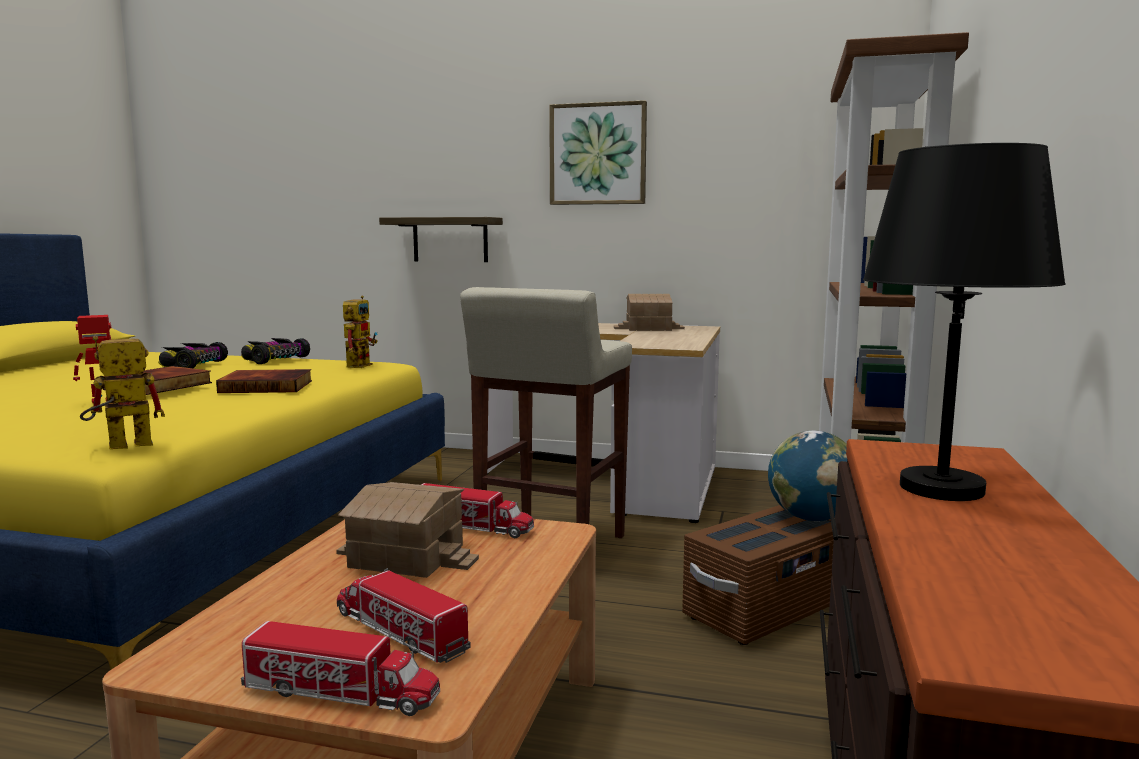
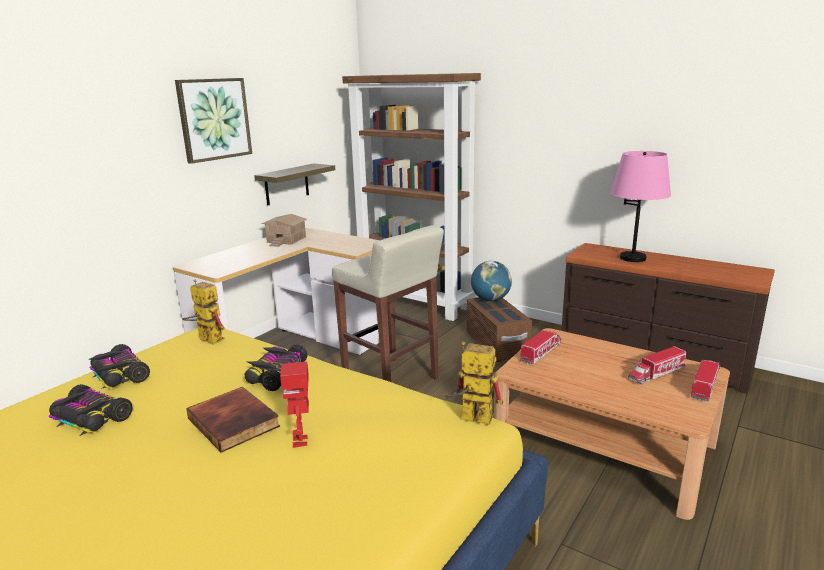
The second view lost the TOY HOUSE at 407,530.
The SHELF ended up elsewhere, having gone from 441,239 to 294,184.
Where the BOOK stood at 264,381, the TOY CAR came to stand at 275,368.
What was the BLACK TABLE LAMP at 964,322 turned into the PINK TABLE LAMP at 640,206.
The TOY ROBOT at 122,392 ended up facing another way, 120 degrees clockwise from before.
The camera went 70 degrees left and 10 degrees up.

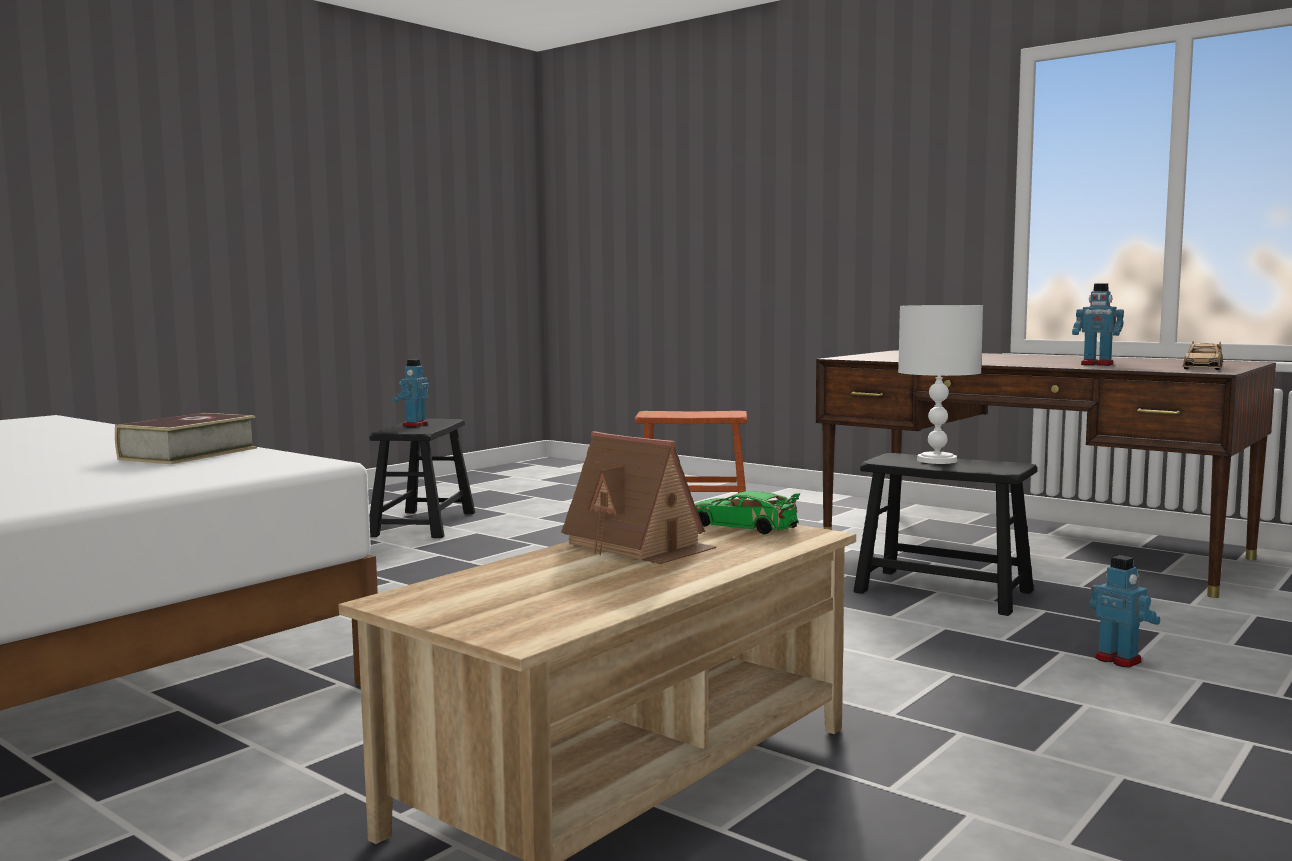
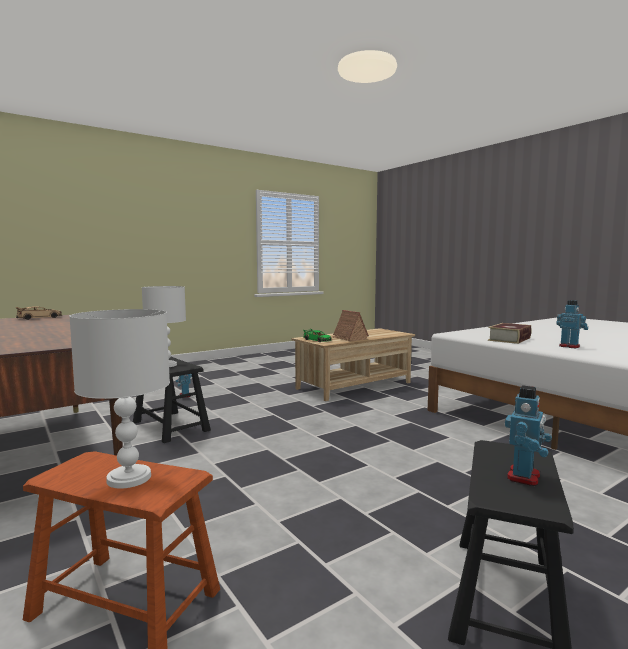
The second view gained the WHITE TABLE LAMP at 119,399.
The TOY ROBOT ended up elsewhere, having gone from 1098,324 to 572,324.
The camera went 165 degrees left and 0 degrees up.

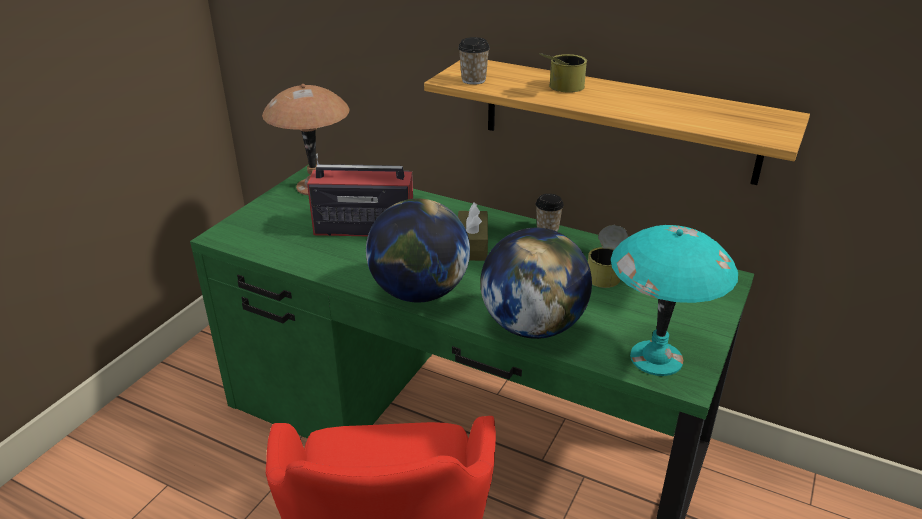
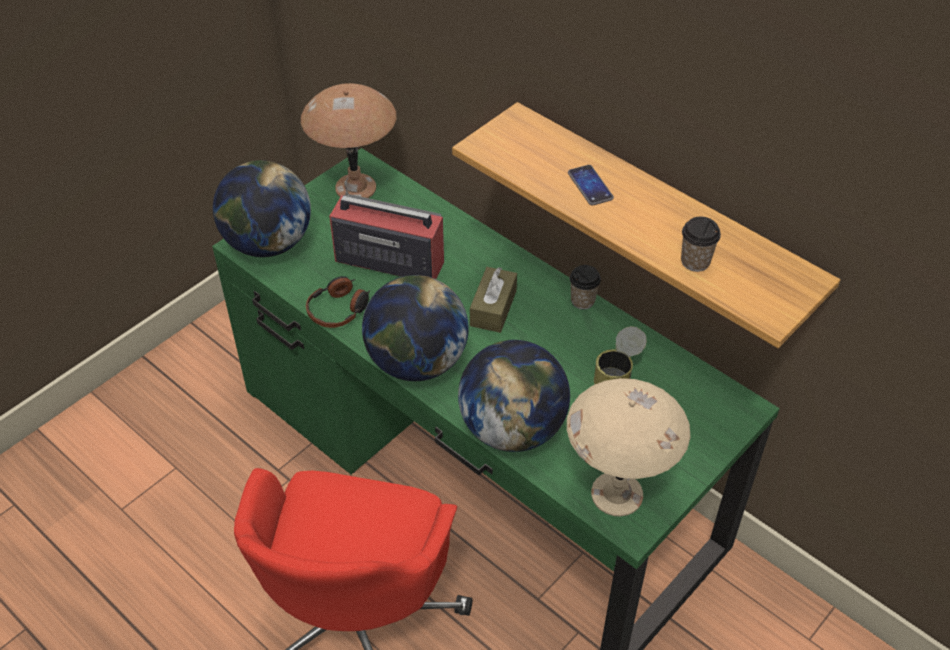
The second view gained the GLOBE at 262,208.
The second view gained the HEADPHONES at 338,302.
The CUP ended up elsewhere, having gone from 474,61 to 701,244.
Where the CAN stood at 563,73, the PHONE came to stand at 591,185.
What was the TURQUOISE TABLE LAMP at 674,300 turned into the BEIGE TABLE LAMP at 629,447.
The camera went 15 degrees right and 15 degrees up.

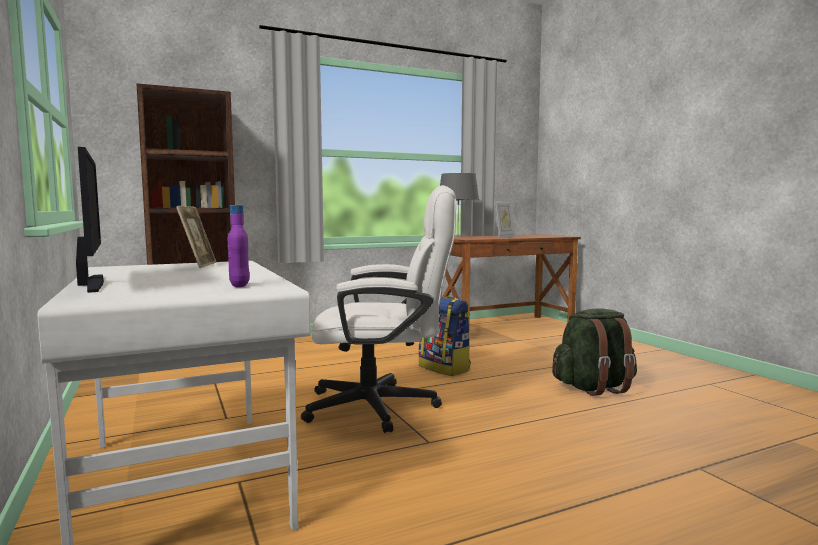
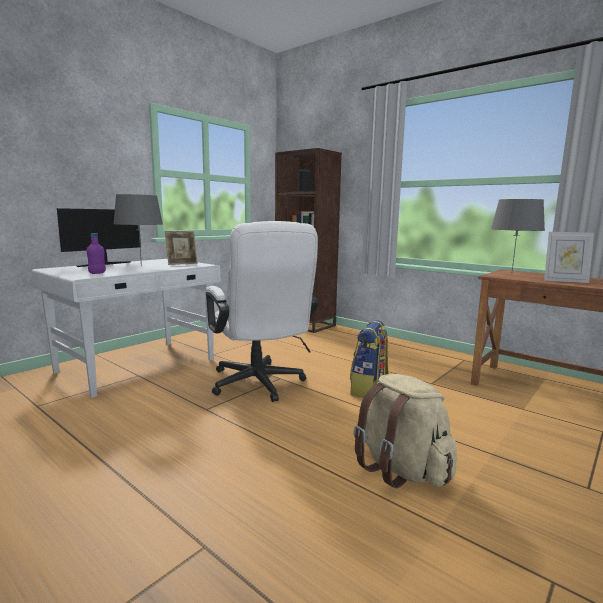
The second view gained the GREY TABLE LAMP at 138,230.
What was the GREEN BACKPACK at 594,352 turned into the BEIGE BACKPACK at 405,431.
The camera went 65 degrees right and 5 degrees up.

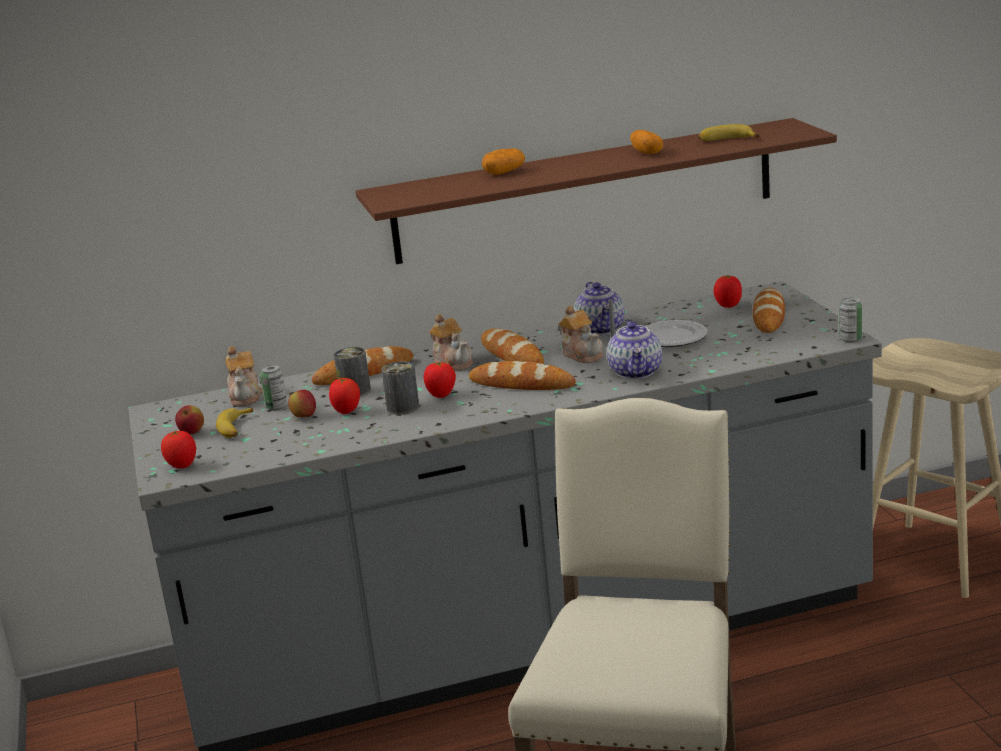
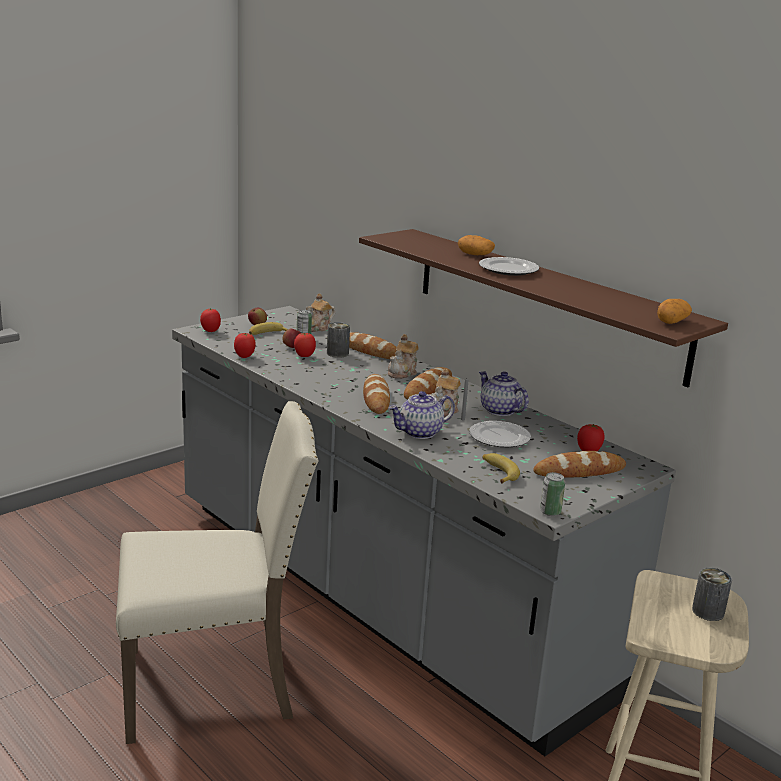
The second view gained the PLATE at 509,266.
The CAN ended up elsewhere, having gone from 400,388 to 712,594.
The TOMATO ended up elsewhere, having gone from 440,380 to 245,345.
The POTATO ended up elsewhere, having gone from 646,142 to 674,311.
The BANANA ended up elsewhere, having gone from 729,132 to 501,468.
The TEAPOT at 599,308 ended up facing another way, 90 degrees clockwise from before.
The camera went 60 degrees right and 0 degrees up.

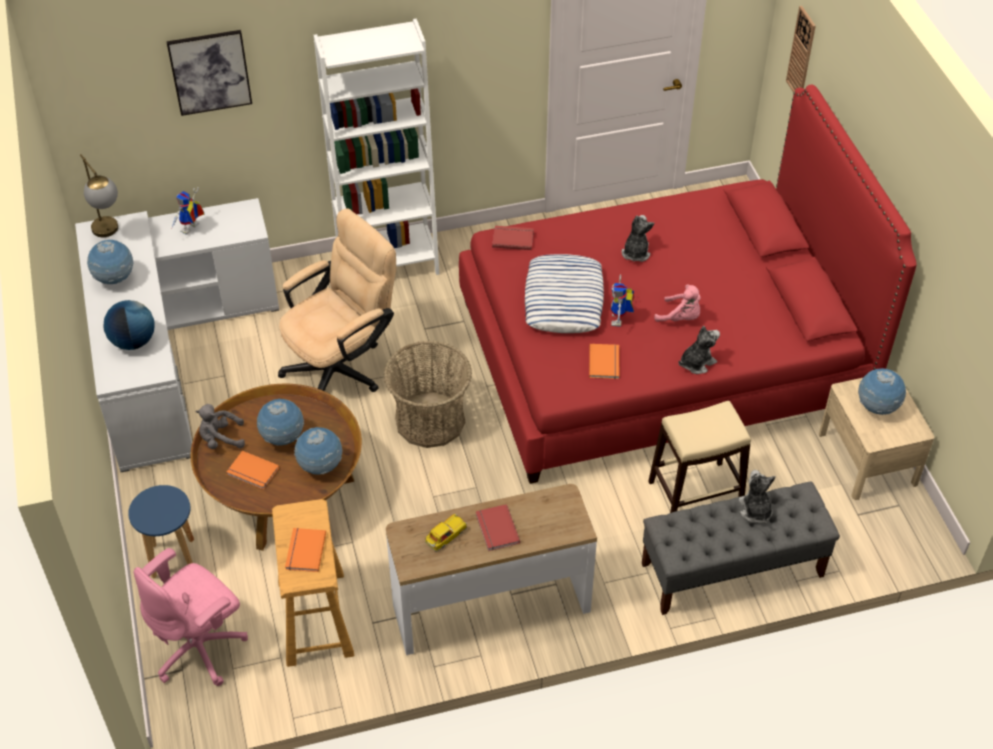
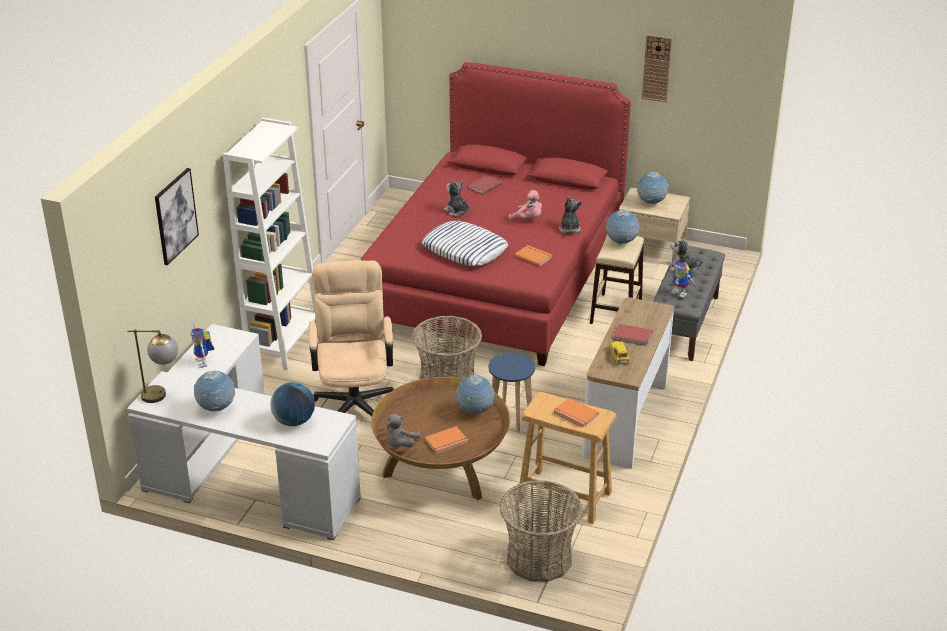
The BLUE STOOL ended up elsewhere, having gone from 161,532 to 512,392.
The GLOBE ended up elsewhere, having gone from 280,422 to 622,226.
The RED BOOK ended up elsewhere, having gone from 513,238 to 485,184.
The TOY ROBOT ended up elsewhere, having gone from 622,300 to 682,279.
The WALL CLOCK ended up elsewhere, having gone from 801,49 to 657,68.
Where the PINK OFFICE CHAIR stood at 191,617, the BASKET came to stand at 541,531.
The PINK PLUSH TOY at 677,303 ended up facing another way, 60 degrees clockwise from before.
The camera went 55 degrees left and 15 degrees down.

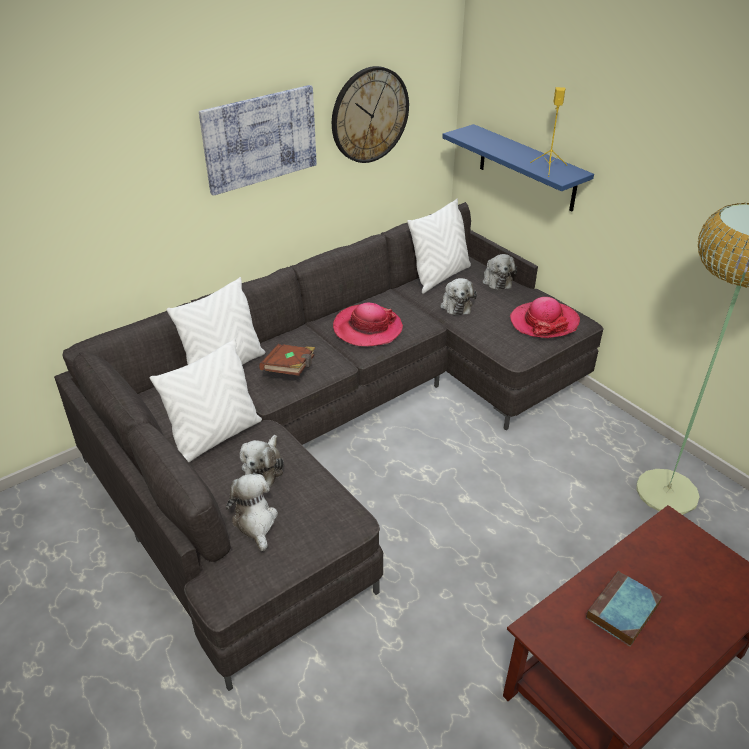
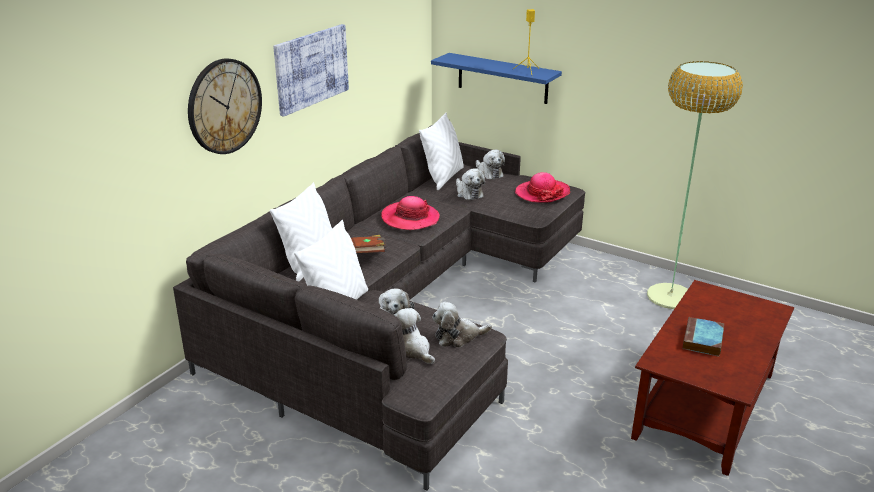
The second view gained the PLUSH TOY at 462,324.
The WALL CLOCK ended up elsewhere, having gone from 370,114 to 225,106.
The camera went 20 degrees left and 10 degrees down.

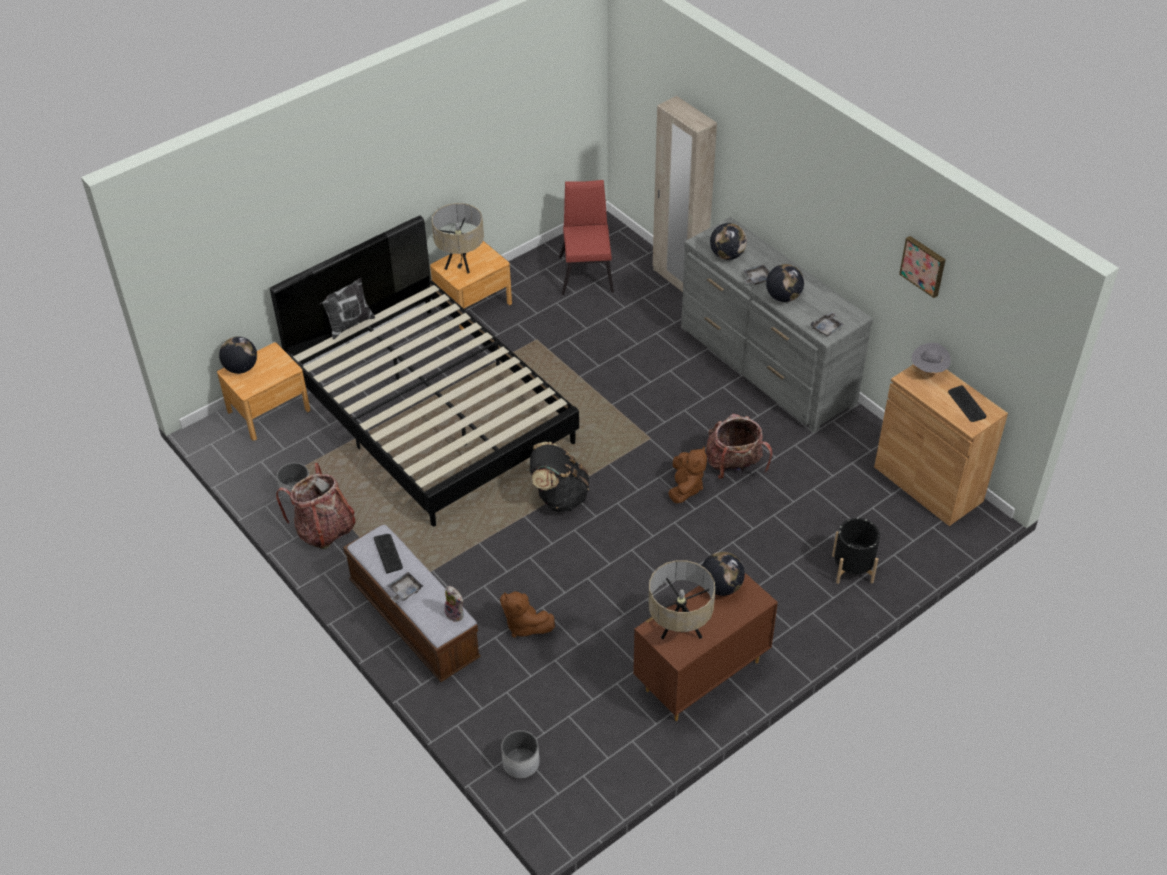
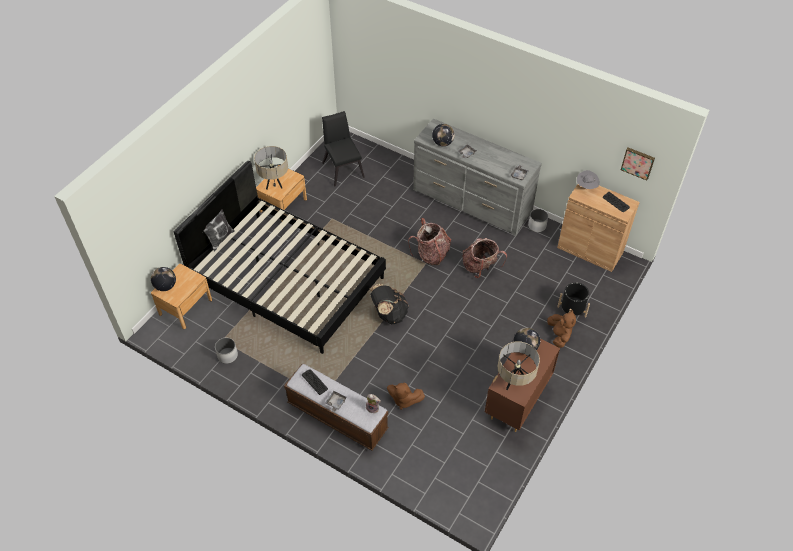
The second view lost the BEIGE WARDROBE at 685,194.
The second view lost the GLOBE at 785,283.
The BACKPACK ended up elsewhere, having gone from 315,506 to 429,241.
The WHITE PLANTER ended up elsewhere, having gone from 520,754 to 538,220.
The BROWN PLUSH TOY ended up elsewhere, having gone from 687,475 to 561,329.
The PICTURE ended up elsewhere, having gone from 922,267 to 638,164.
What was the RED CHAIR at 586,237 turned into the BLACK CHAIR at 343,149.
The camera went 20 degrees left and 5 degrees up.

